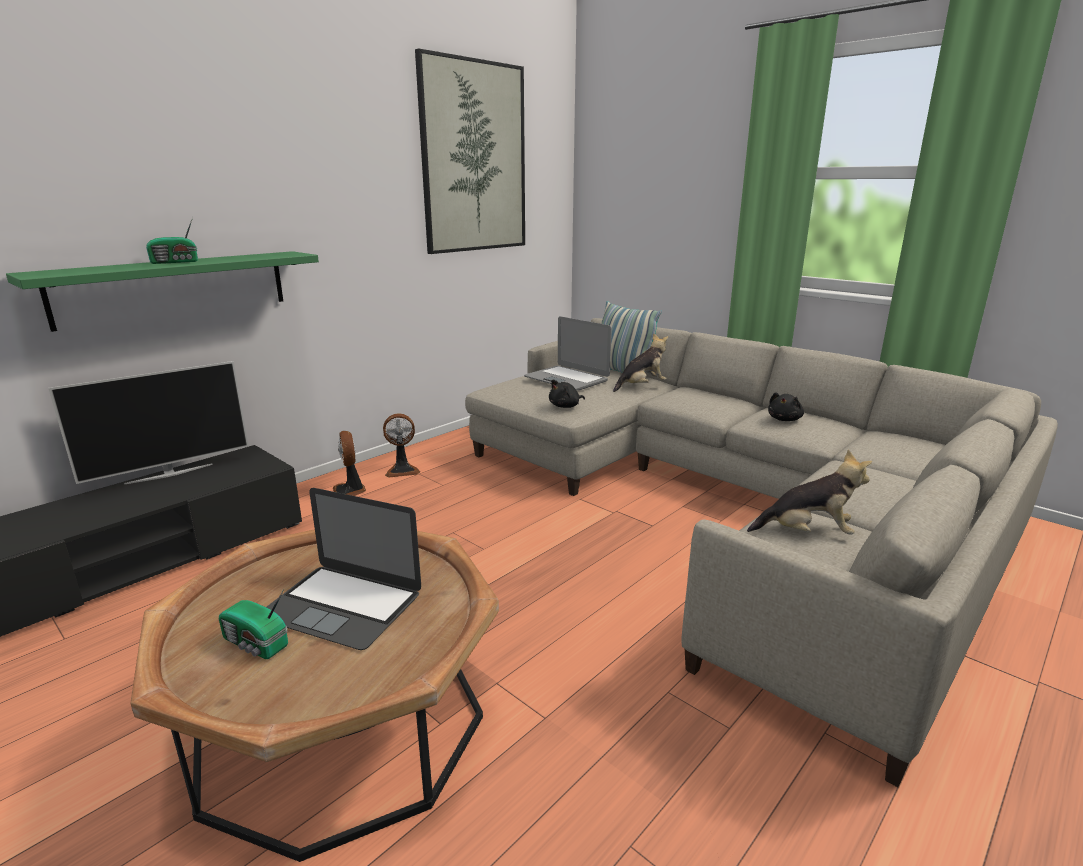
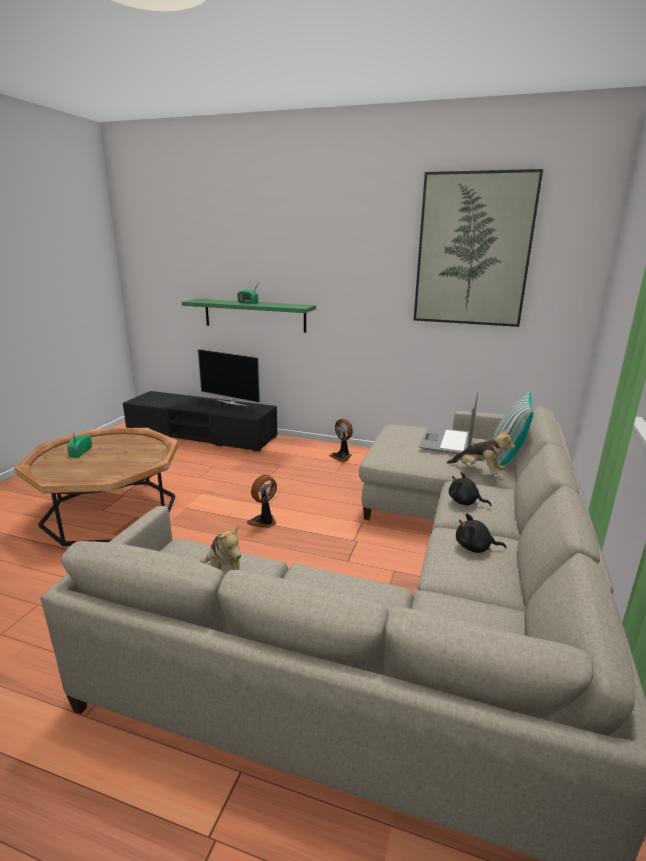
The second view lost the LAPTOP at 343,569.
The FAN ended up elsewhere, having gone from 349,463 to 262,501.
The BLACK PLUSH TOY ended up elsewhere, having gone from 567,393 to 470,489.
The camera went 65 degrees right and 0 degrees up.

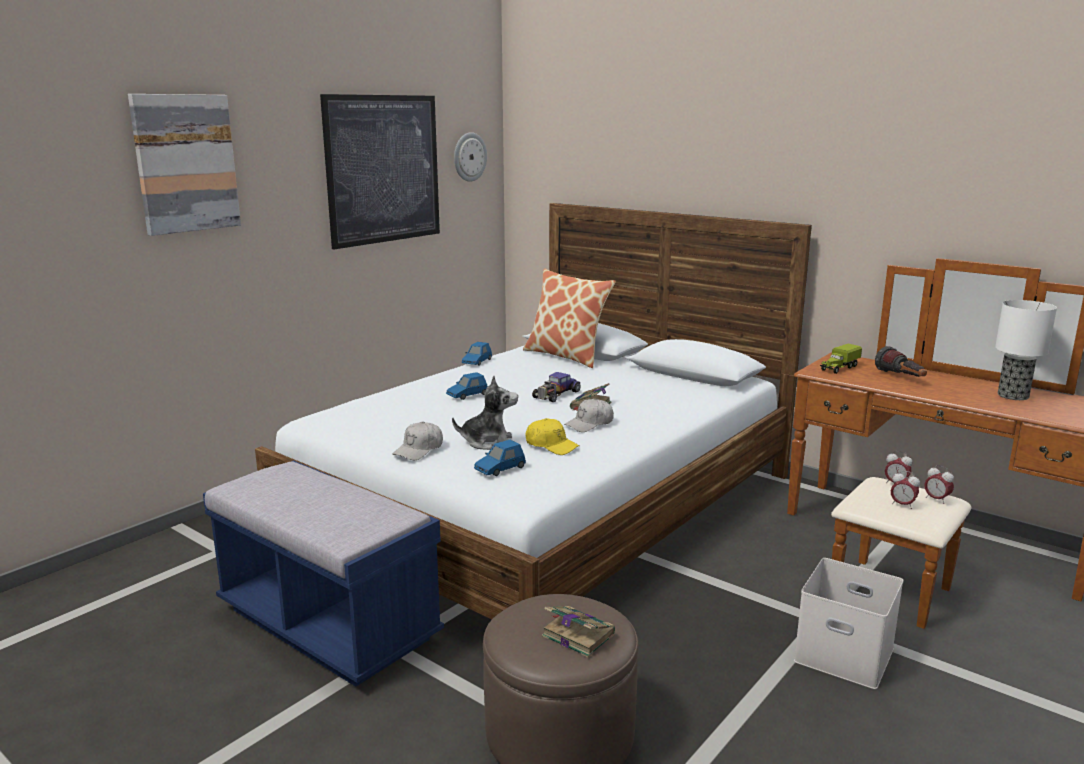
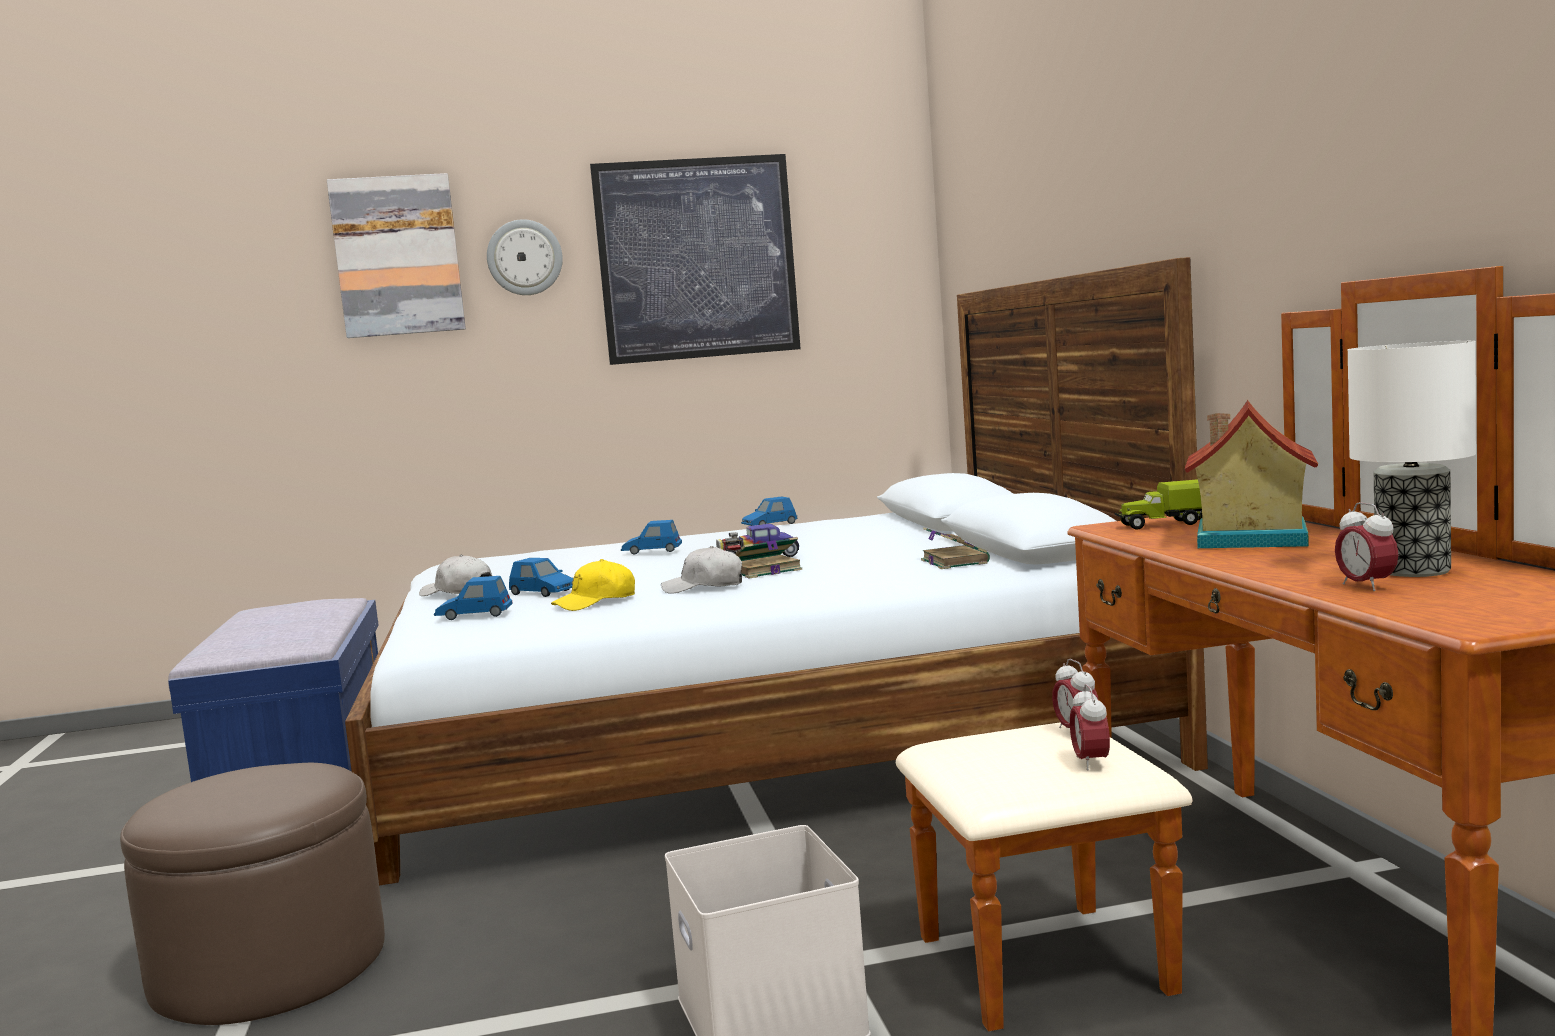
The second view lost the PILLOW at 569,318.
The WALL CLOCK ended up elsewhere, having gone from 470,157 to 525,257.
The BOOK ended up elsewhere, having gone from 578,631 to 955,548.
The ALARM CLOCK ended up elsewhere, having gone from 905,489 to 1367,547.
Where the PLUSH TOY stood at 485,413, the BLUE TOY CAR came to stand at 541,577.
Where the FLASHLIGHT stood at 901,361, the TOY HOUSE came to stand at 1251,474.
The WHITE CAP at 417,441 ended up facing another way, 45 degrees clockwise from before.
The YELLOW CAP at 553,436 ended up facing another way, 75 degrees clockwise from before.
The camera went 40 degrees right and 10 degrees down.

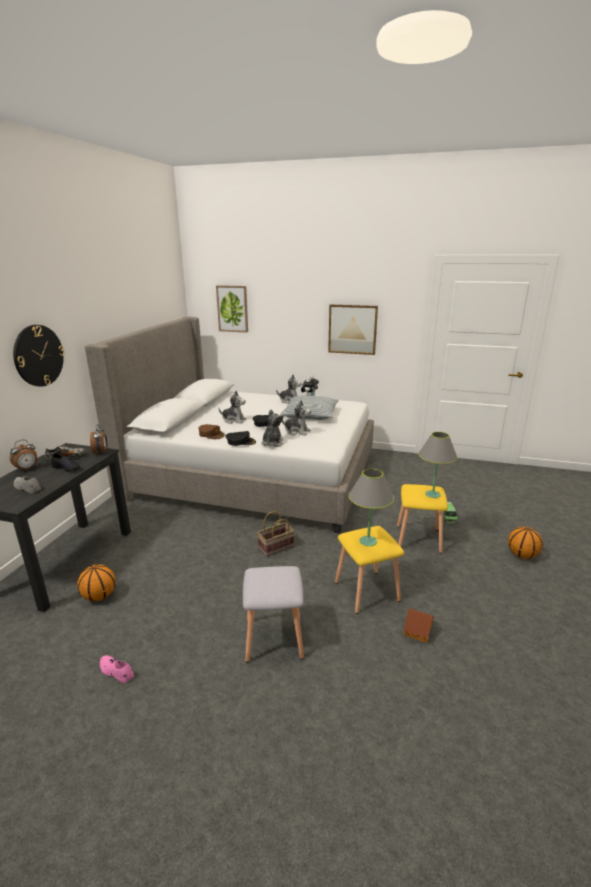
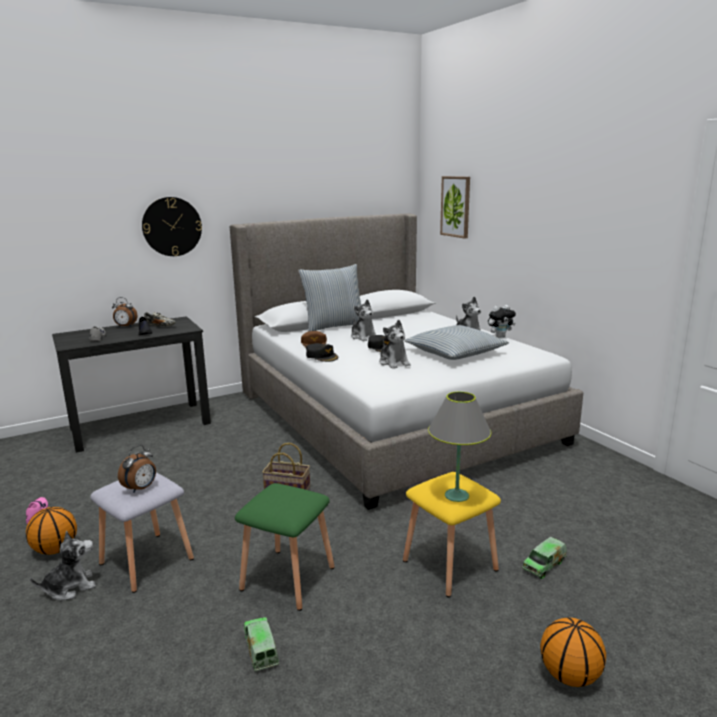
The second view lost the PICTURE at 353,330.
The second view lost the GREY TABLE LAMP at 371,507.
The second view gained the PILLOW at 329,298.
The BASKETBALL ended up elsewhere, having gone from 96,582 to 51,531.
The ALARM CLOCK ended up elsewhere, having gone from 98,439 to 137,469.
The PLUSH TOY ended up elsewhere, having gone from 272,428 to 63,565.
Where the TOY HOUSE stood at 419,625, the TOY TRUCK came to stand at 261,644.
What was the YELLOW STOOL at 369,570 turned into the GREEN STOOL at 285,547.
The camera went 45 degrees right and 5 degrees down.

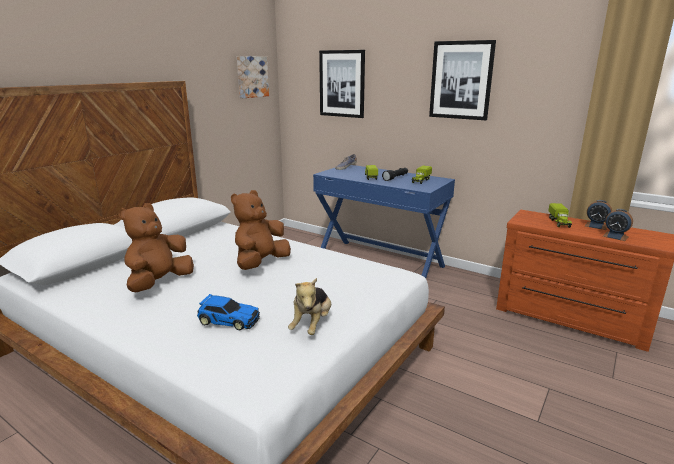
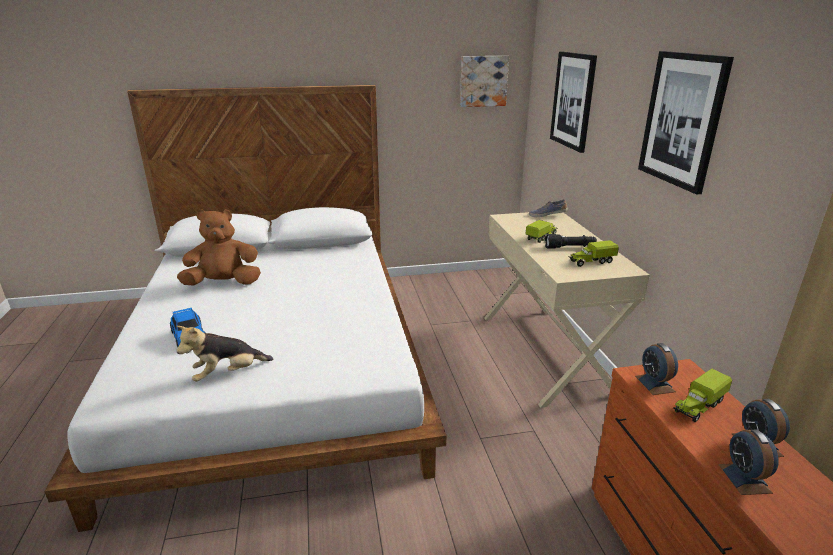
The second view lost the BROWN PLUSH TOY at 261,230.
The second view gained the ALARM CLOCK at 656,369.
What was the BLUE DESK at 384,221 turned into the BEIGE DESK at 567,310.
The camera went 45 degrees right and 5 degrees up.

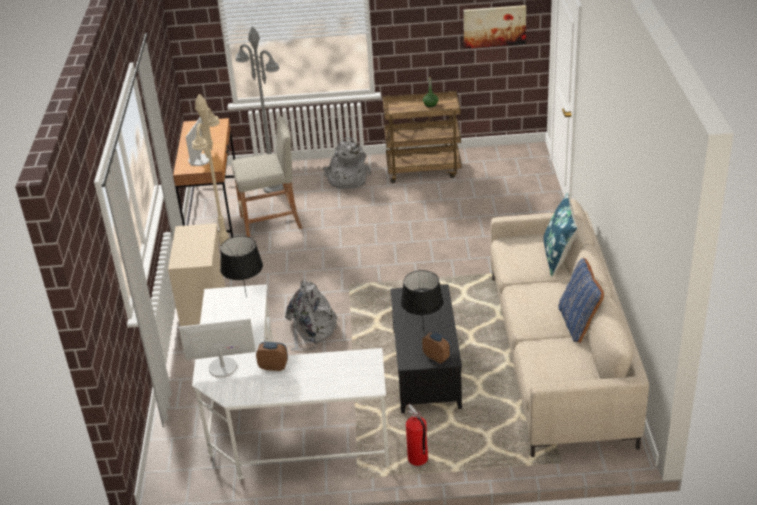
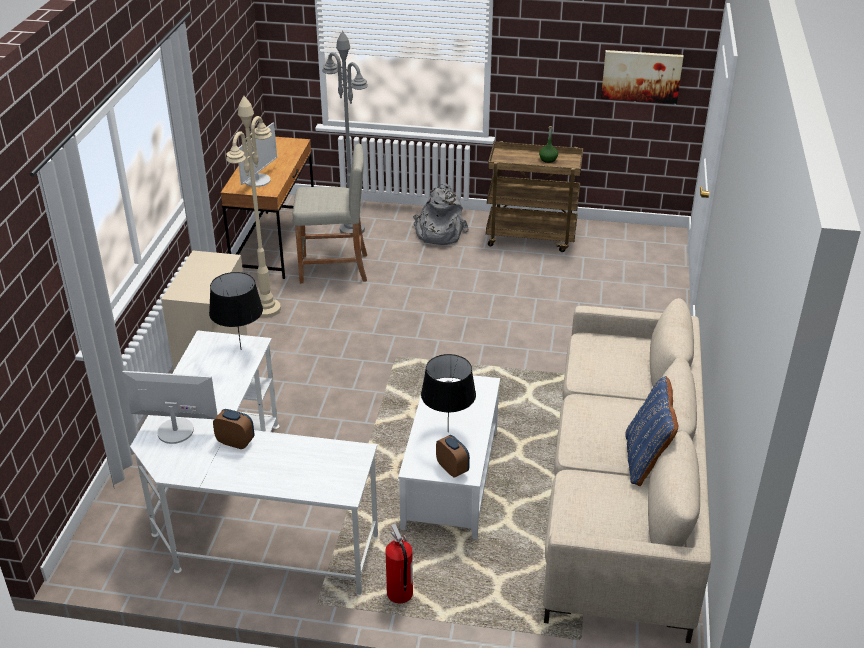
The second view lost the GREY BACKPACK at 312,315.
The second view lost the BLUE PILLOW at 561,235.
What was the BLACK COFFEE TABLE at 426,348 turned into the WHITE COFFEE TABLE at 449,457.
The camera went 10 degrees right and 0 degrees up.

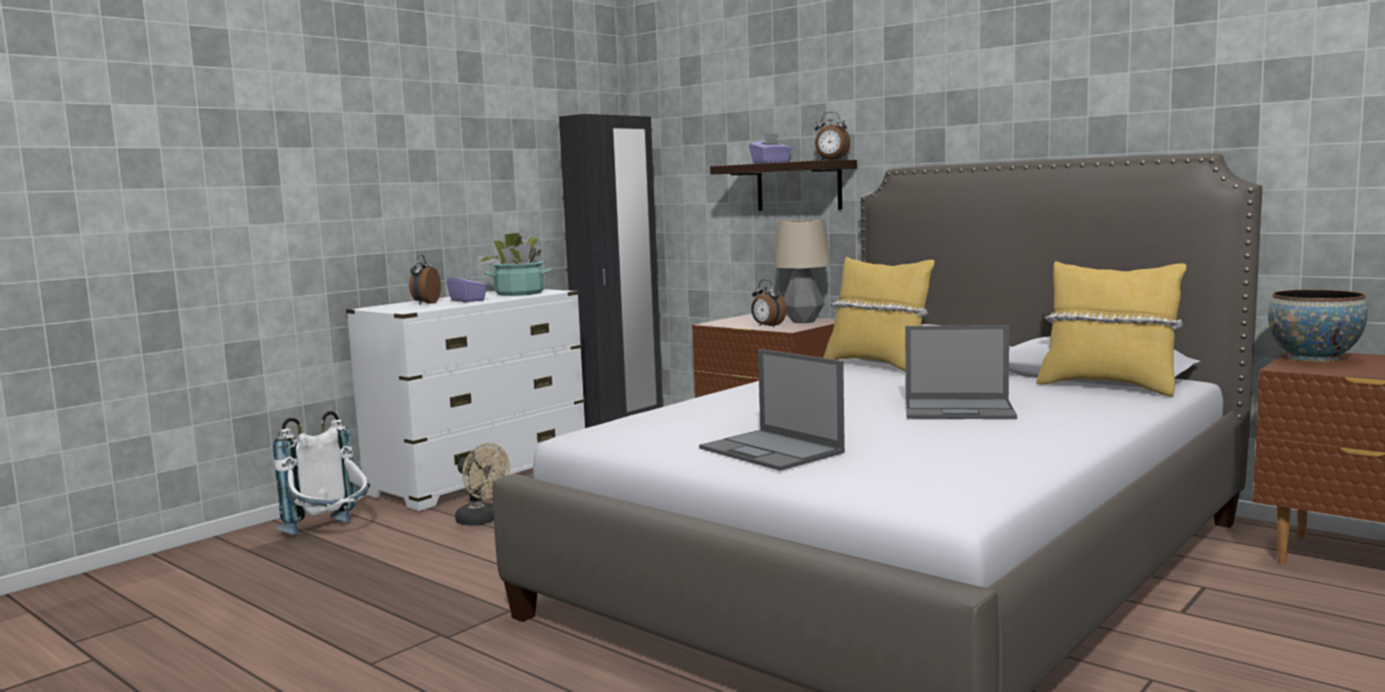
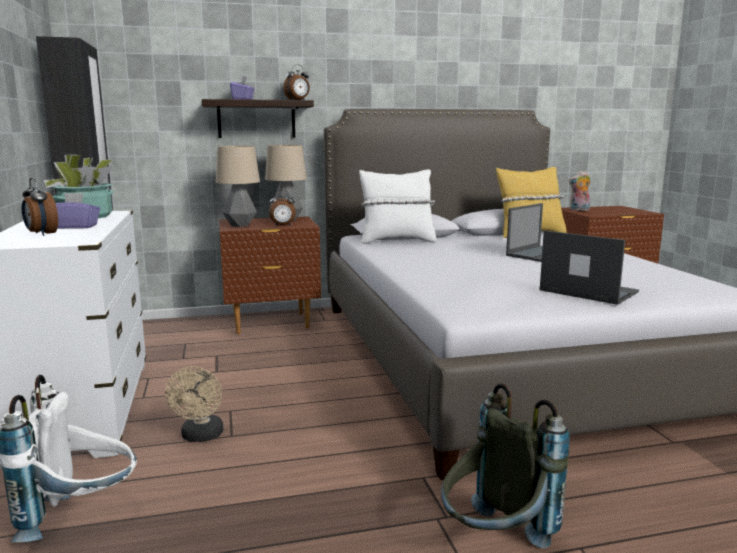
The second view gained the TABLE LAMP at 238,186.
The second view gained the GREY BACKPACK at 505,466.
Where the BOWL stood at 1318,326, the PLUSH TOY came to stand at 580,191.
What was the YELLOW PILLOW at 879,314 turned into the WHITE PILLOW at 397,206.
The BEIGE FAN at 482,484 ended up facing another way, 105 degrees clockwise from before.
The LAPTOP at 772,410 ended up facing another way, 135 degrees counterclockwise from before.
The camera went 55 degrees left and 5 degrees up.

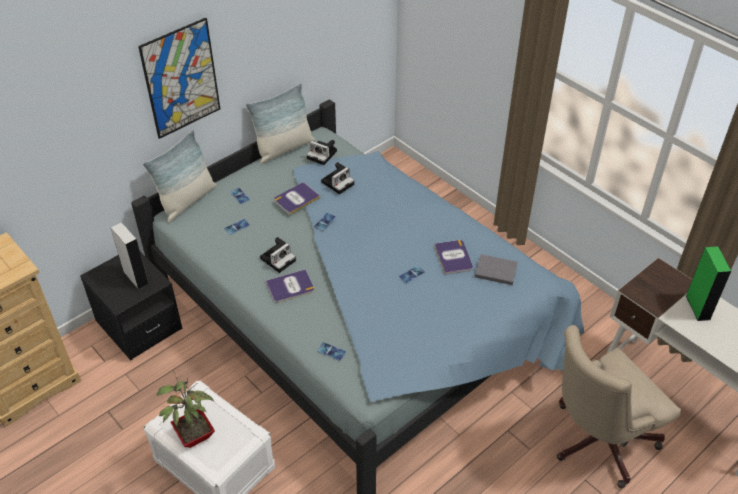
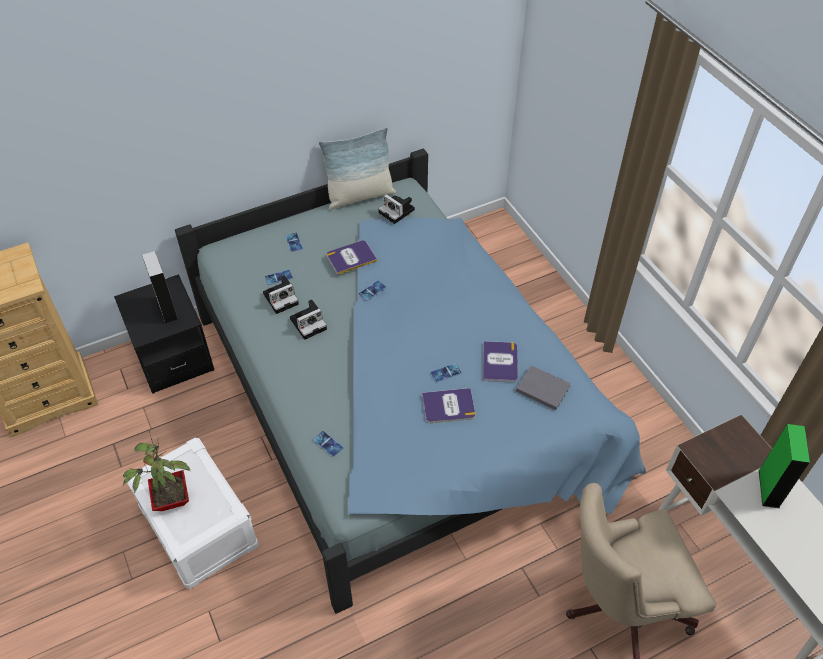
The second view lost the PICTURE at 179,78.
The second view lost the PILLOW at 180,176.
The BOOK ended up elsewhere, having gone from 290,286 to 448,405.
The PHOTO CAMERA ended up elsewhere, having gone from 337,178 to 281,294.
The camera went 15 degrees right and 5 degrees up.

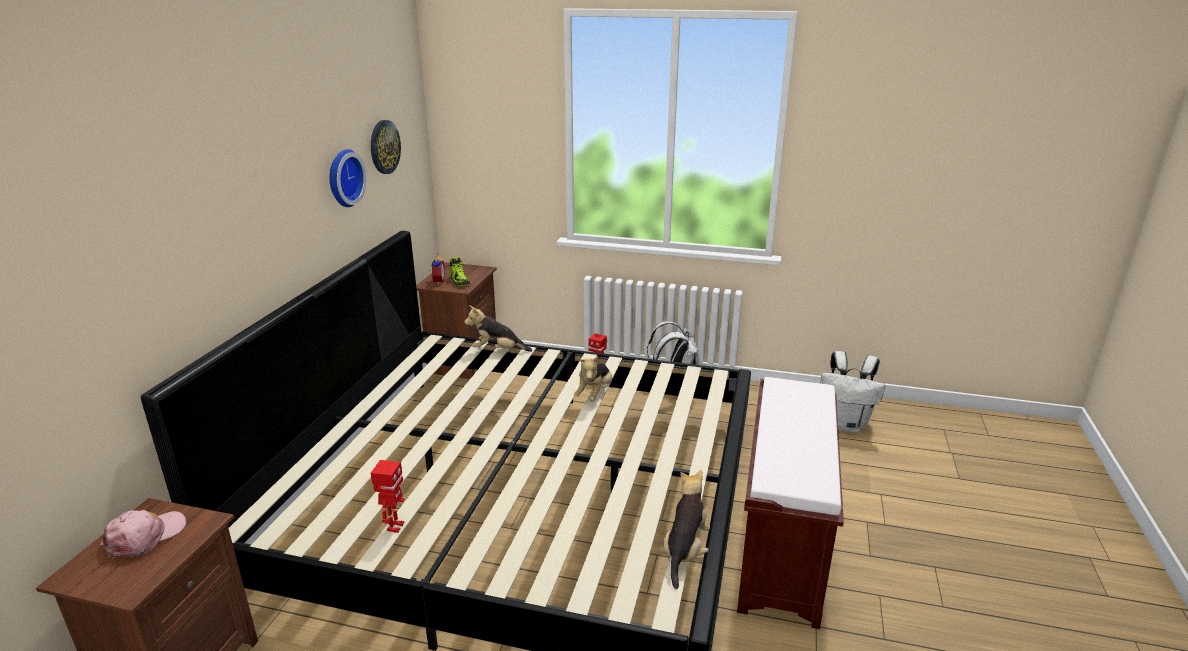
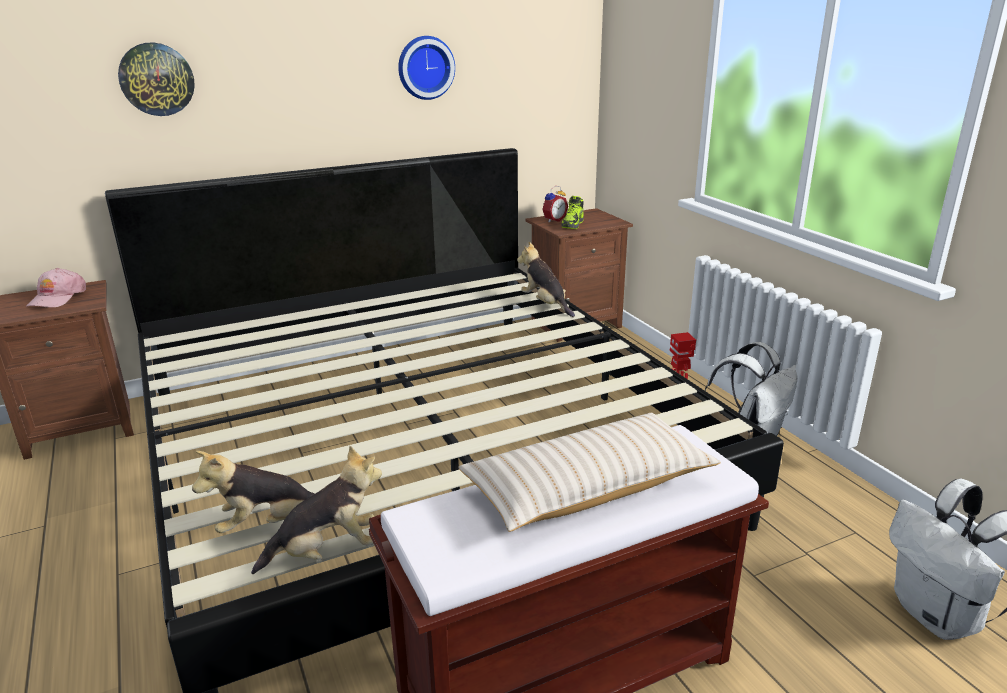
The second view lost the TOY ROBOT at 388,496.
The second view gained the BEIGE PILLOW at 589,472.
The WALL CLOCK ended up elsewhere, having gone from 386,147 to 156,79.
The PLUSH TOY ended up elsewhere, having gone from 593,379 to 253,492.
The PINK CAP at 143,534 ended up facing another way, 105 degrees clockwise from before.
The camera went 50 degrees right and 0 degrees up.

